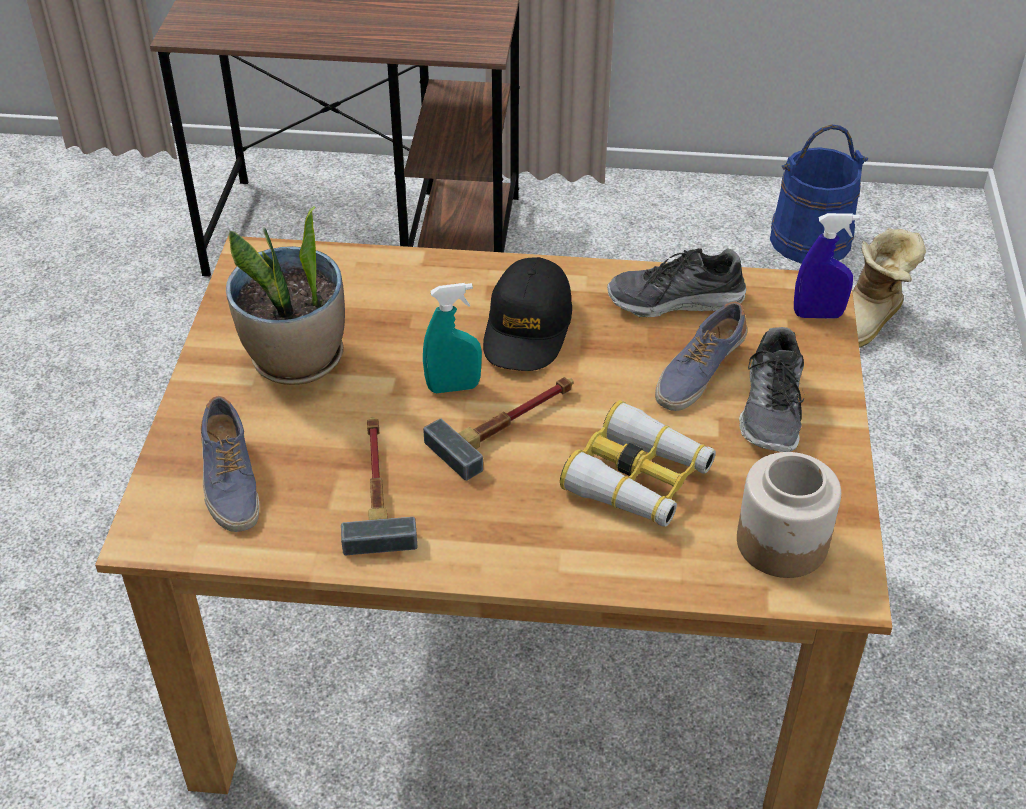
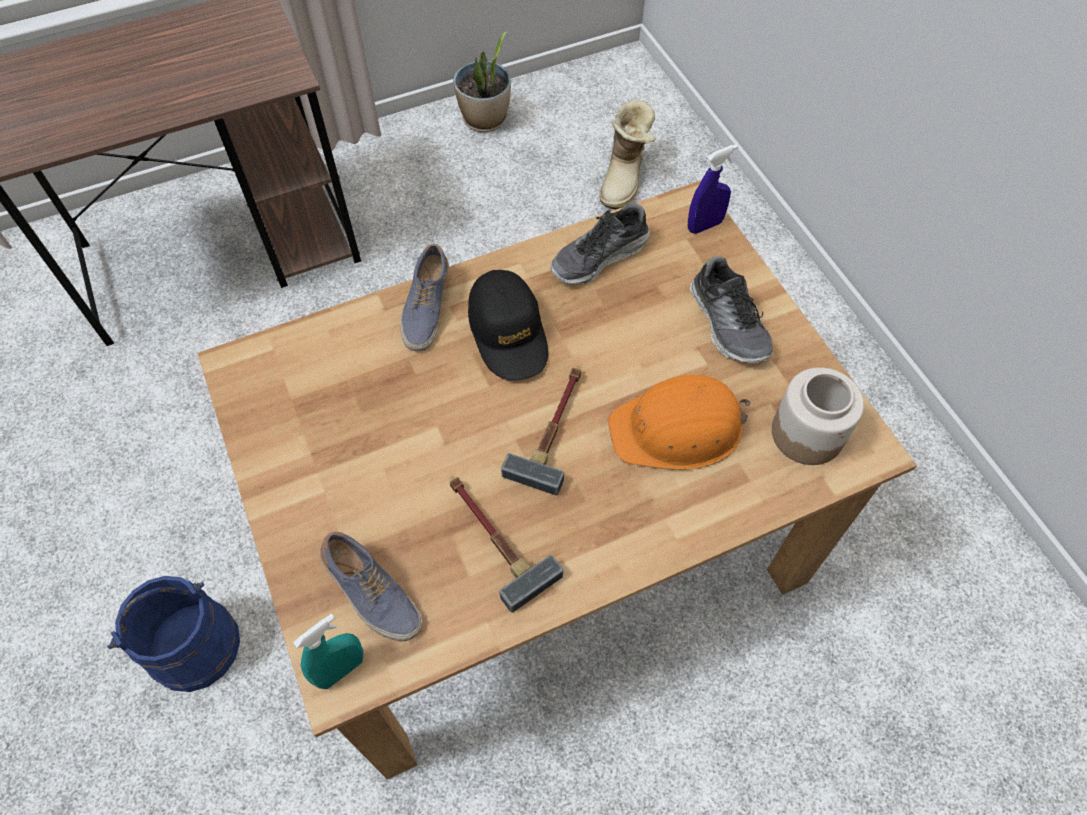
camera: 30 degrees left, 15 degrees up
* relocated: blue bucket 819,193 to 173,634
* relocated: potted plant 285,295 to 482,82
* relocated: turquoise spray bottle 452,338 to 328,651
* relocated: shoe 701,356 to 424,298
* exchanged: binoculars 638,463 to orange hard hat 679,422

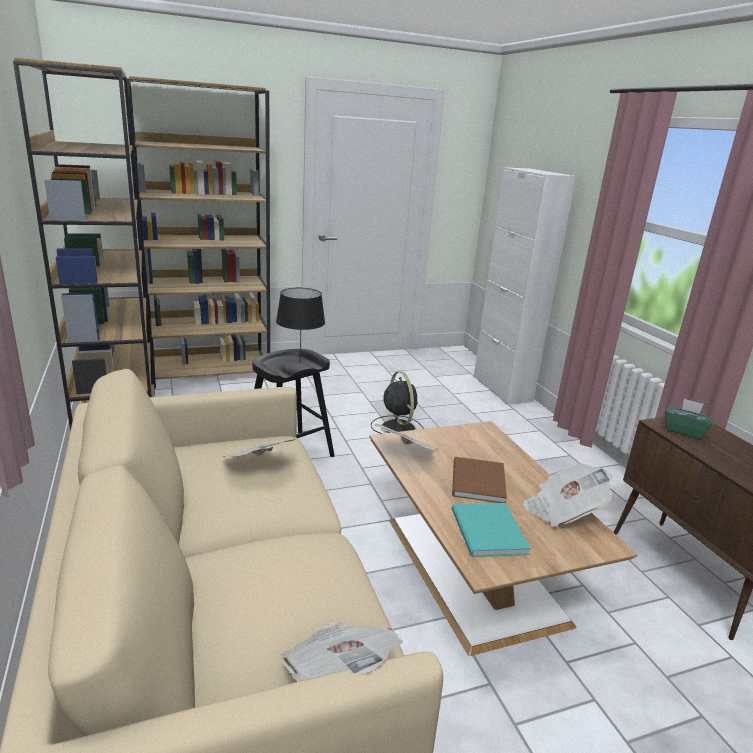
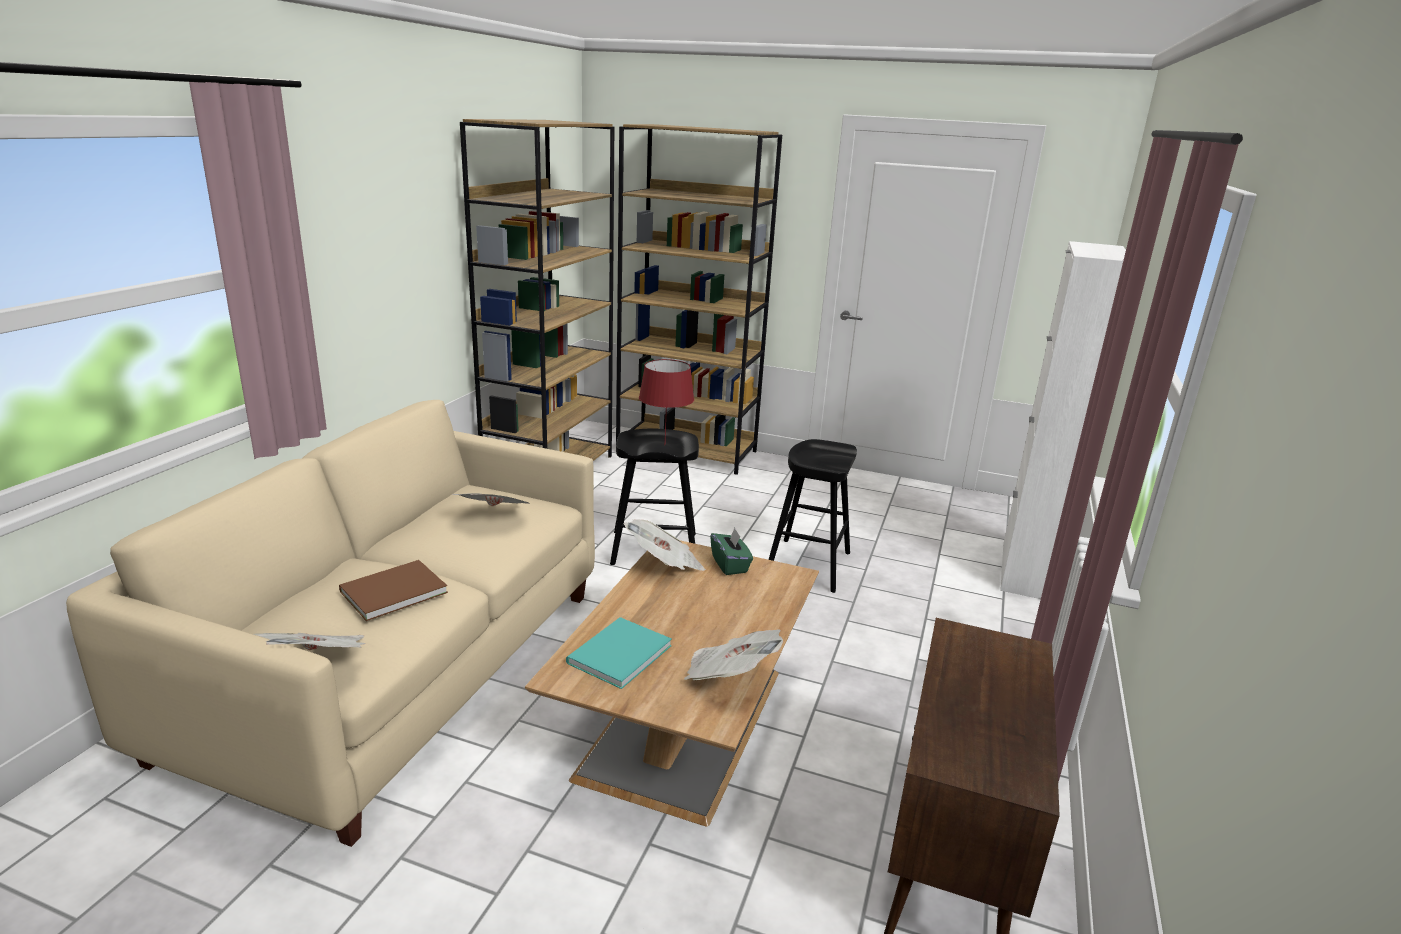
camera: 40 degrees right, 0 degrees up
* colour: black table lamp 300,322 to red table lamp 666,399
* exchanged: black fan 397,402 to black stool 812,516
* relocated: green tissue box 689,419 to 731,551
* relocated: brown book 479,480 to 393,590

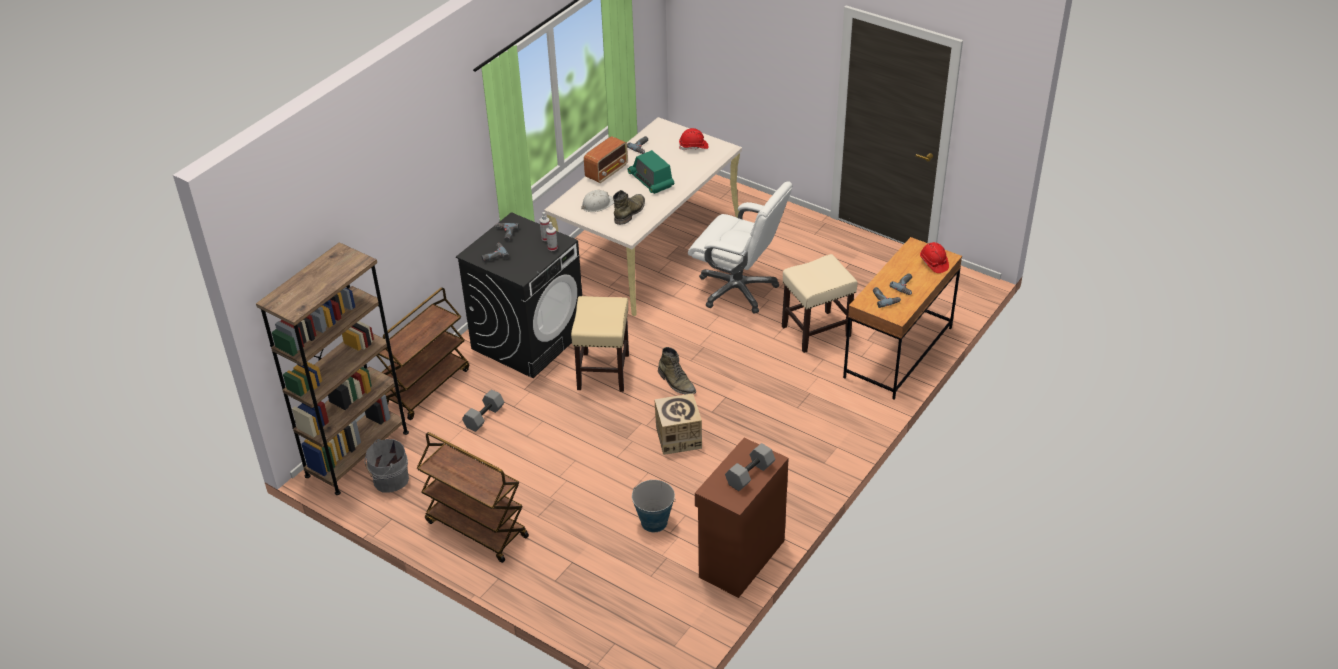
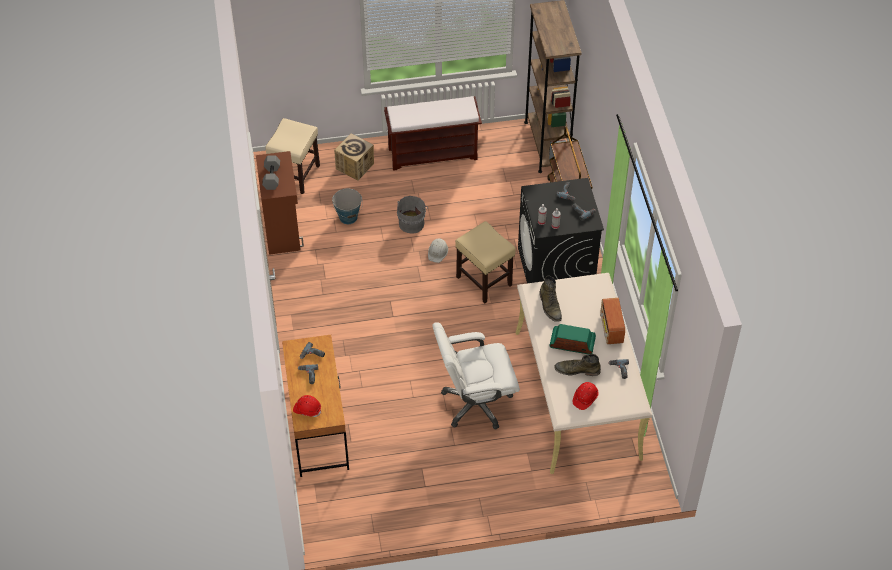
camera: 135 degrees right, 10 degrees up
* relocated: white hard hat 597,201 to 438,250
* relocated: beige stool 820,303 to 292,156
* relocated: green boot 677,371 to 577,365
* missing: grey dumbbell 483,410
* relocated: cardboard box 678,424 to 354,157
* exchanged: brown cart 473,497 to brown bench 433,133
* relocated: grey bucket 386,466 to 412,215

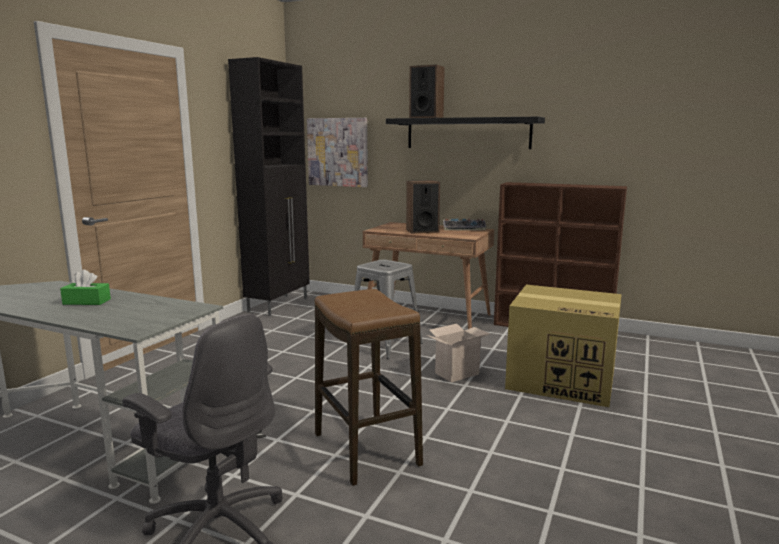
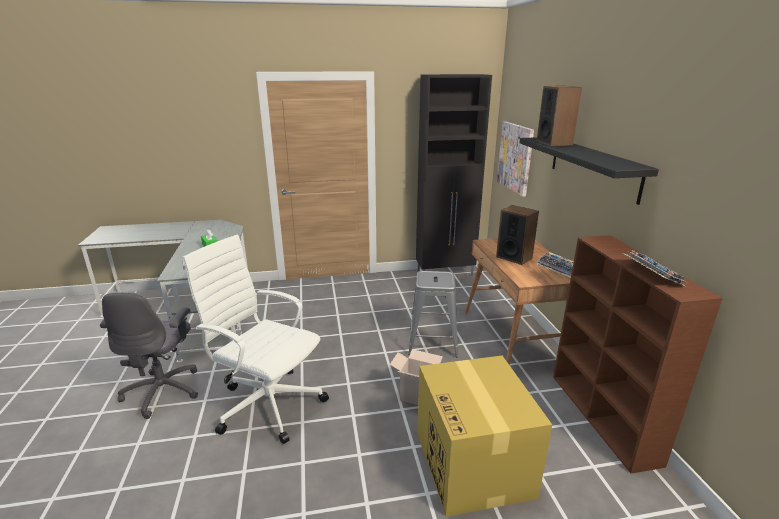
camera: 55 degrees right, 10 degrees up
* exchanged: stool 369,387 to white office chair 255,339
* appeared: keyboard 653,268

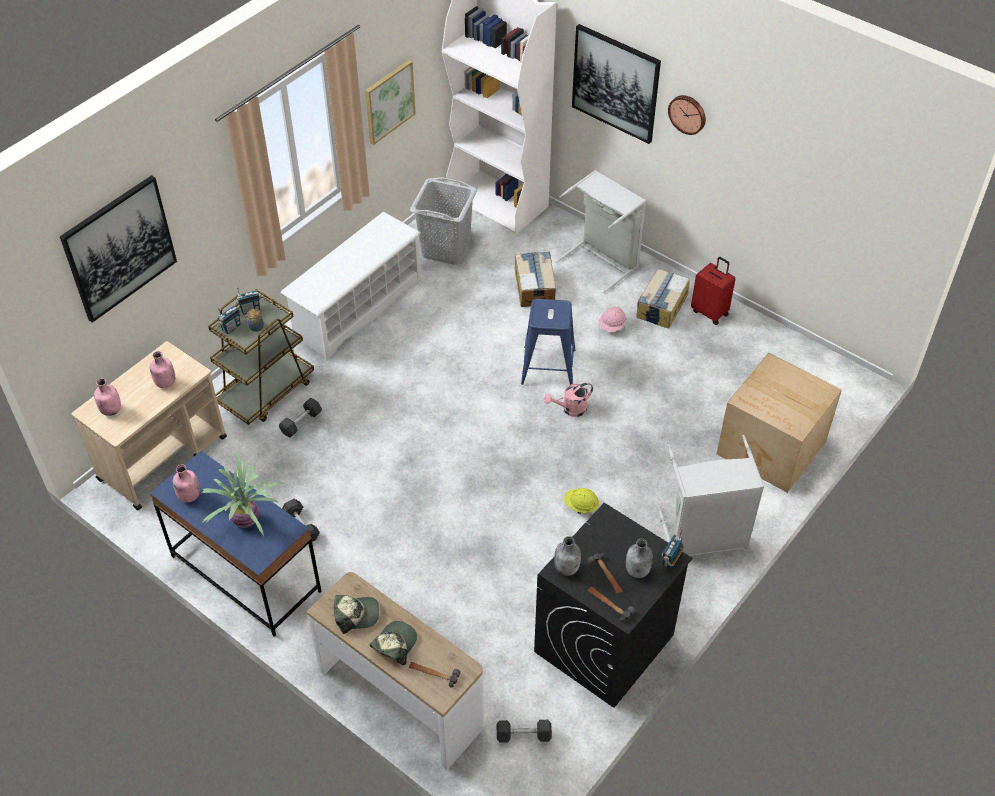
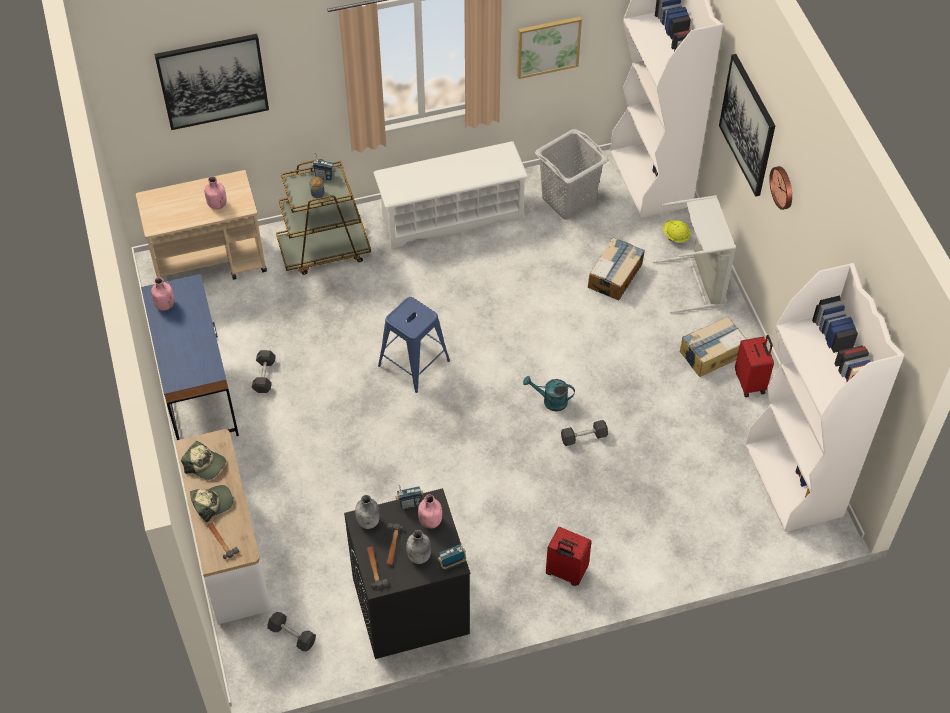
camera: 35 degrees right, 5 degrees up
* relocated: blue stool 548,342 to 414,345
* relocated: radio 229,320 to 409,497
* missing: pink hard hat 612,319
* missing: cardboard box 779,423
* relocated: pink bottle 107,397 to 430,512
* colour: pink watering can 568,399 to turquoise watering can 549,393
* relocated: grey dumbbell 300,417 to 584,433
* exchanged: grey laundry basket 711,496 to red suitcase 569,556
* missing: potted plant 243,495
* relocated: yellow hard hat 581,501 to 676,231
* appeared: white bookcase 825,397

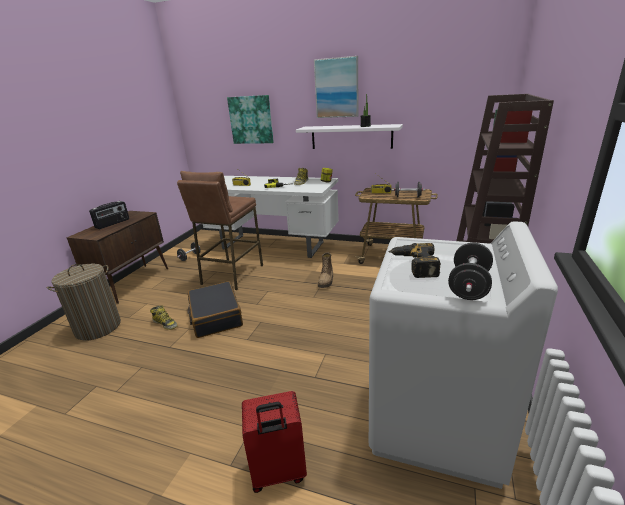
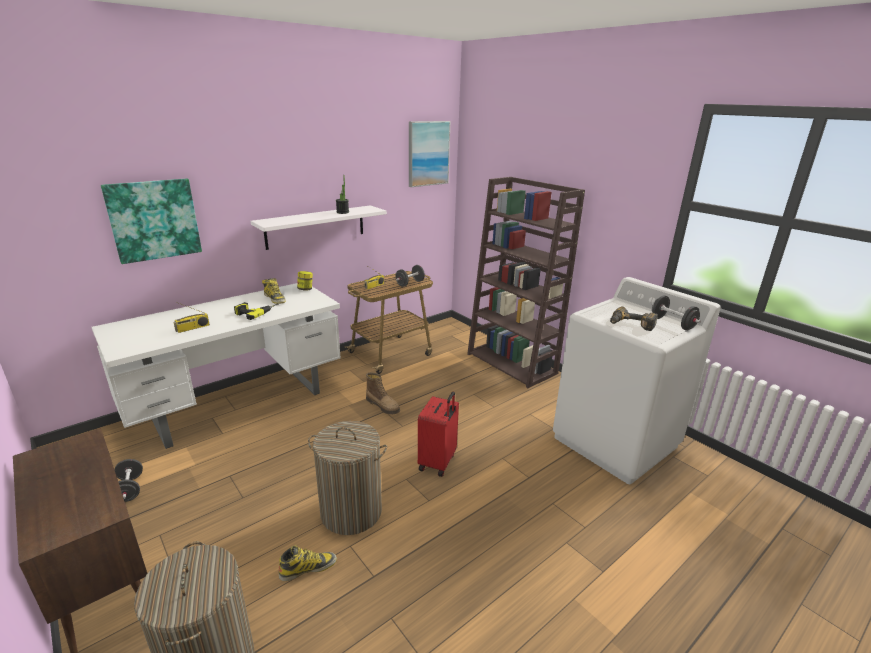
camera: 60 degrees left, 0 degrees up
* relocated: picture 336,87 to 429,154
* missing: brown stool 220,230
* missing: radio 109,215
* exchanged: black suitcase 215,309 to laundry basket 347,478
* relocated: red suitcase 274,442 to 438,434

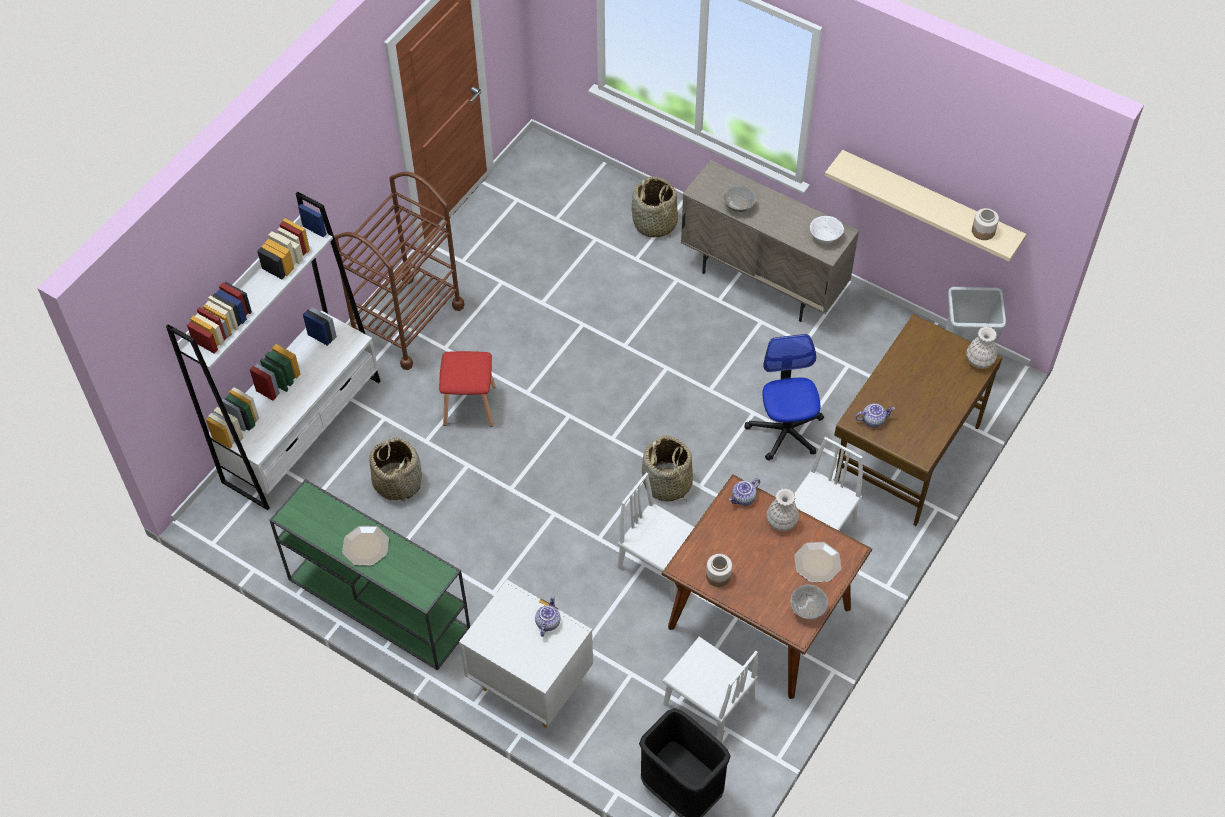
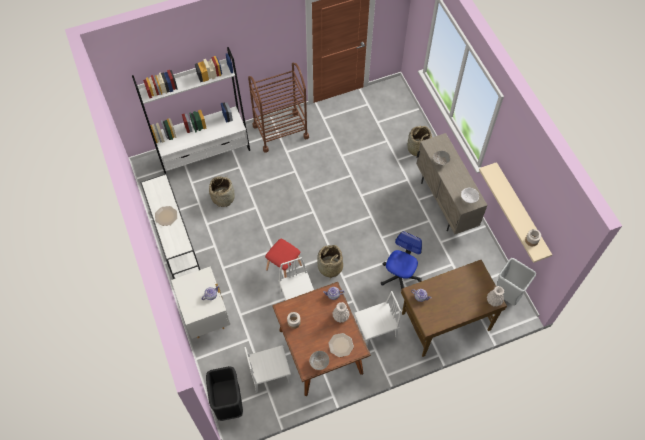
camera: 35 degrees right, 5 degrees up
* relocated: red stool 467,388 to 283,258
* colour: green console table 370,574 to white console table 170,226
* spun: white chair 710,689 = 267,369 90 degrees clockwise

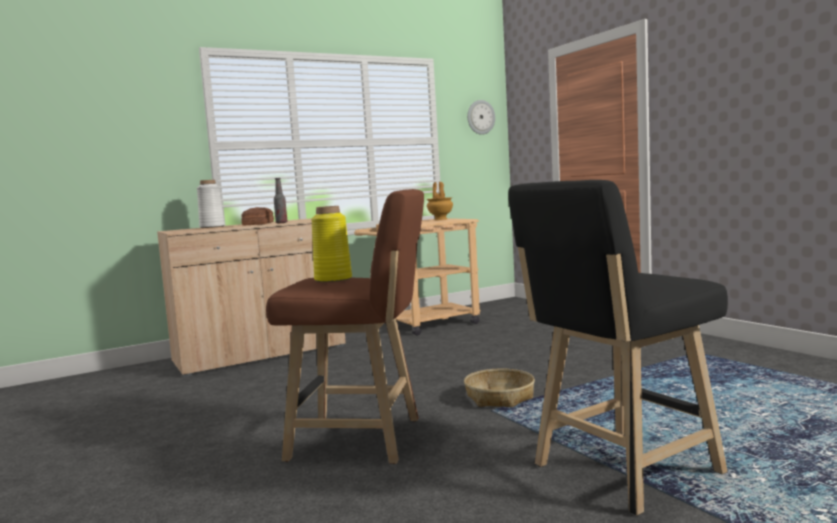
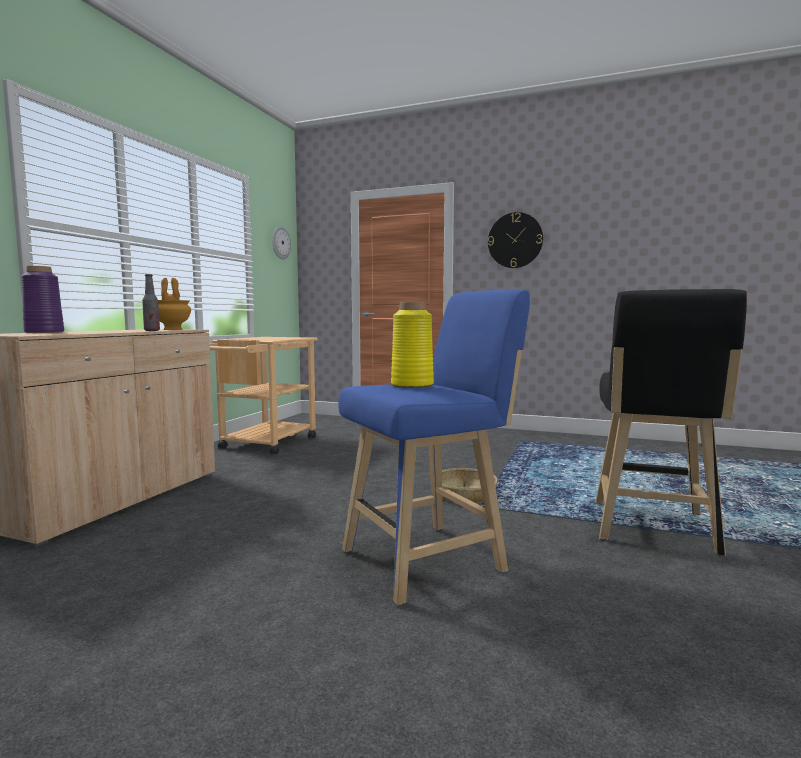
camera: 40 degrees left, 0 degrees up
* colour: white vase 211,204 to purple vase 42,299
* relocated: brown vase 440,201 to 174,304
* colour: brown stool 345,326 to blue stool 434,447
* missing: bread 257,216
* appeared: wall clock 515,240

